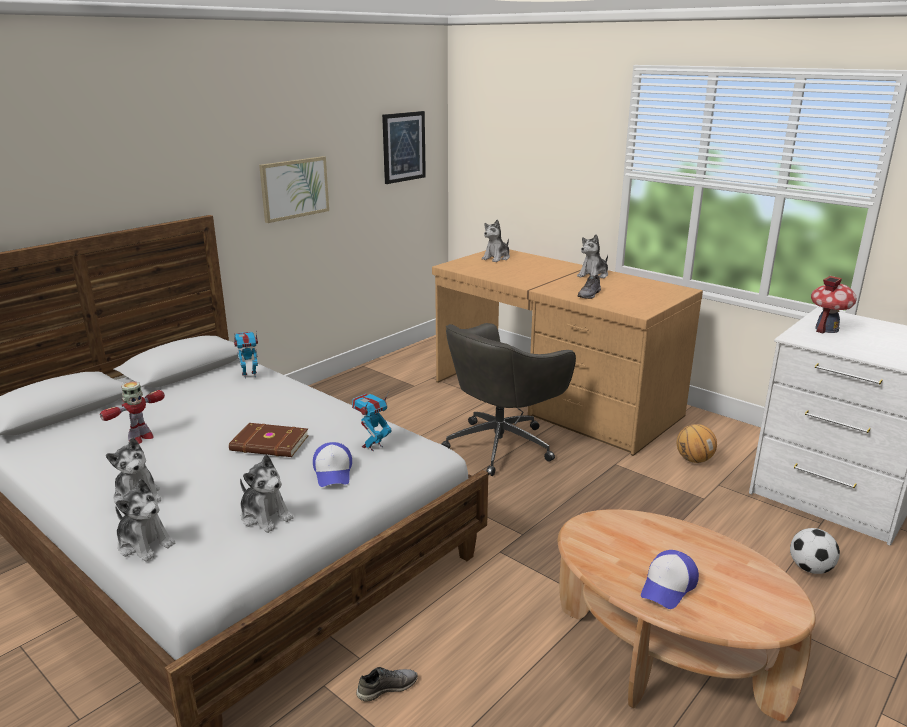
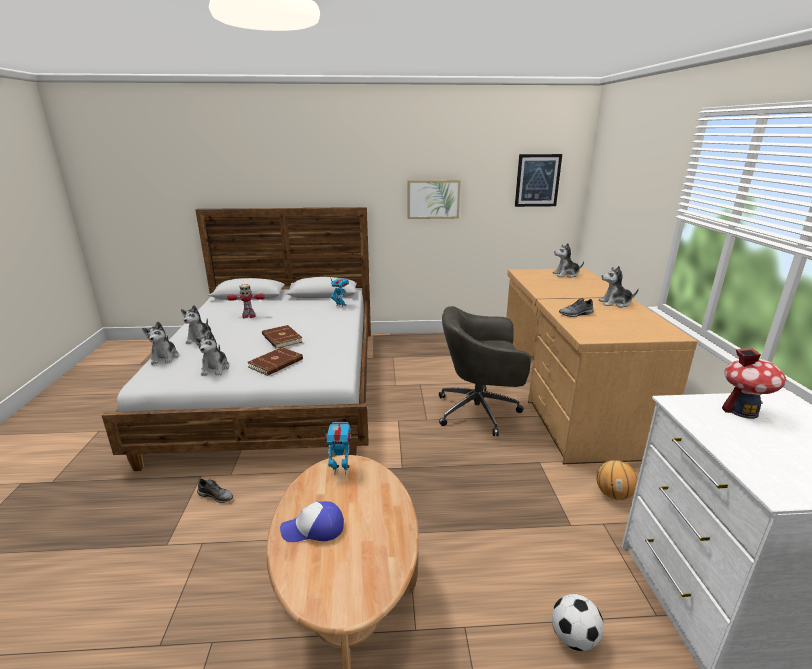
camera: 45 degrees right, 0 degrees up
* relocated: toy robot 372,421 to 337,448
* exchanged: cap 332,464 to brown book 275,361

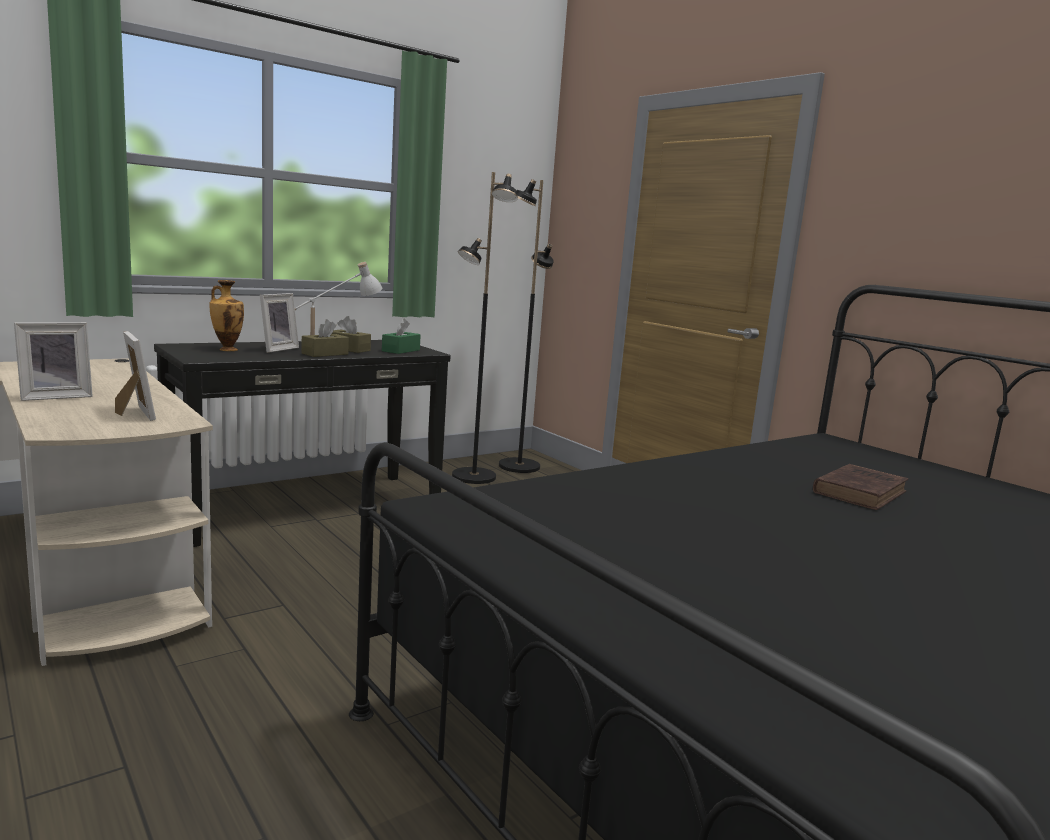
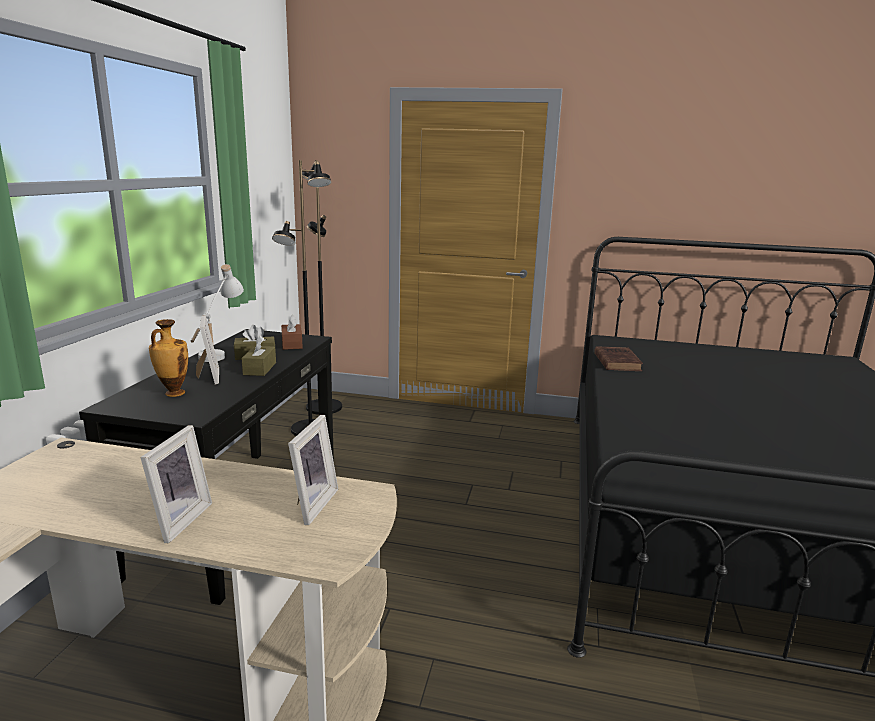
camera: 40 degrees left, 5 degrees up
* colour: green tissue box 401,336 to brown tissue box 292,332
* spun: picture frame 135,376 = 313,470 90 degrees clockwise
* relocated: brown book 860,487 to 618,358

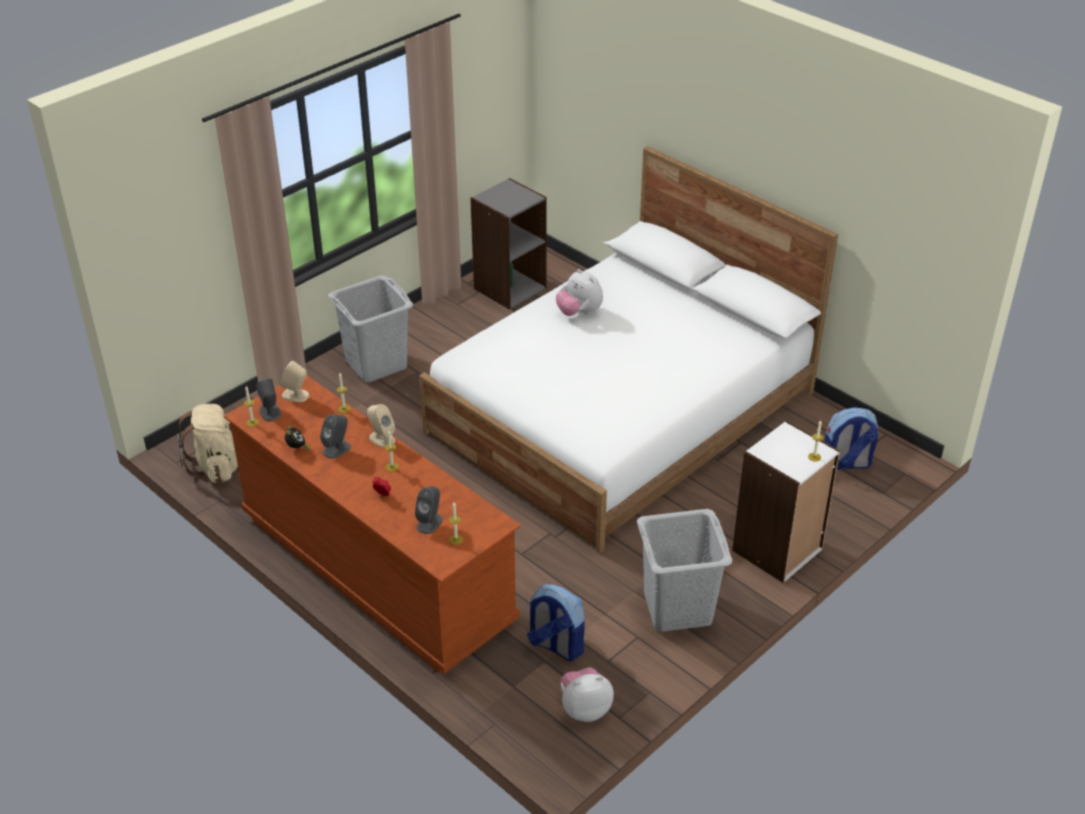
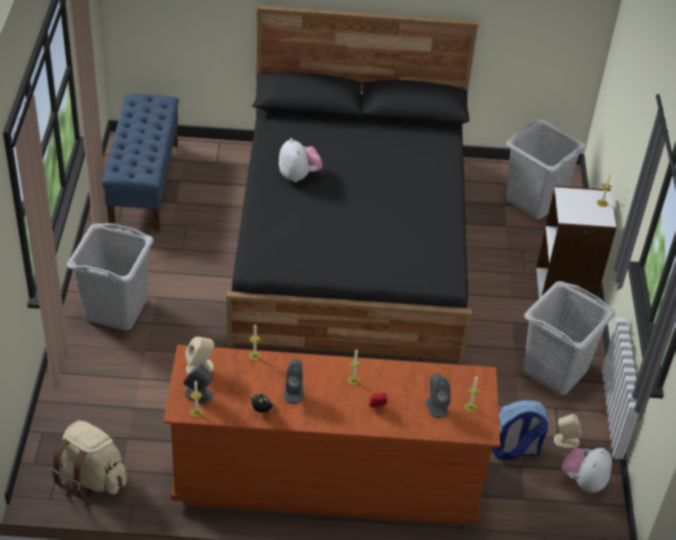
camera: 45 degrees left, 5 degrees up
* colour: white bed 628,349 to black bed 352,184
* exchanged: grey bookcase 508,243 to blue bench 140,163
* spun: plush toy 579,292 = 300,160 120 degrees counterclockwise
* relocated: beige speaker 381,426 to 568,431
* exchanged: backpack 851,438 to grey laundry basket 546,169

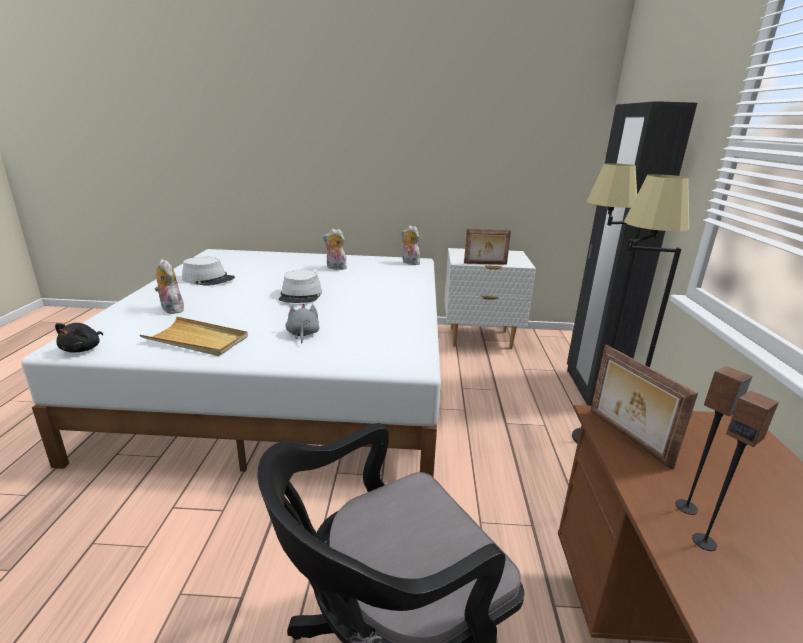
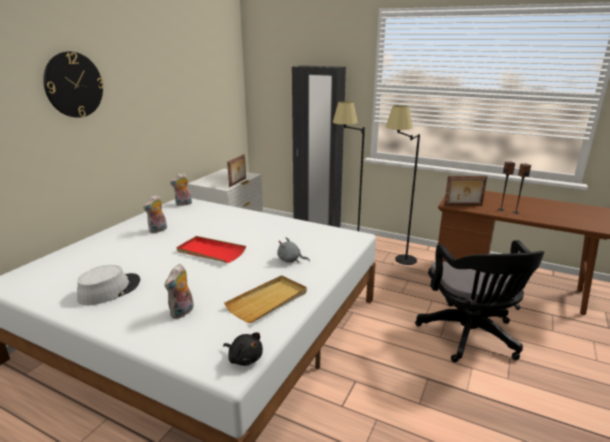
camera: 65 degrees left, 0 degrees up
* spun: plush toy 169,286 = 179,291 45 degrees counterclockwise
* exchanged: grey hat 300,286 to red tray 211,249
* appeared: wall clock 73,85

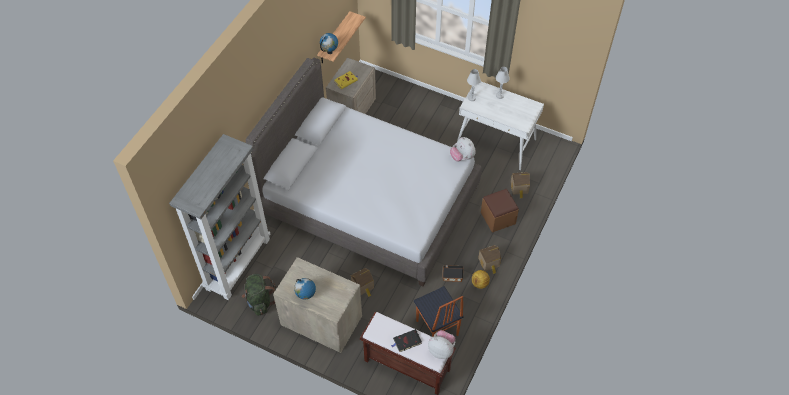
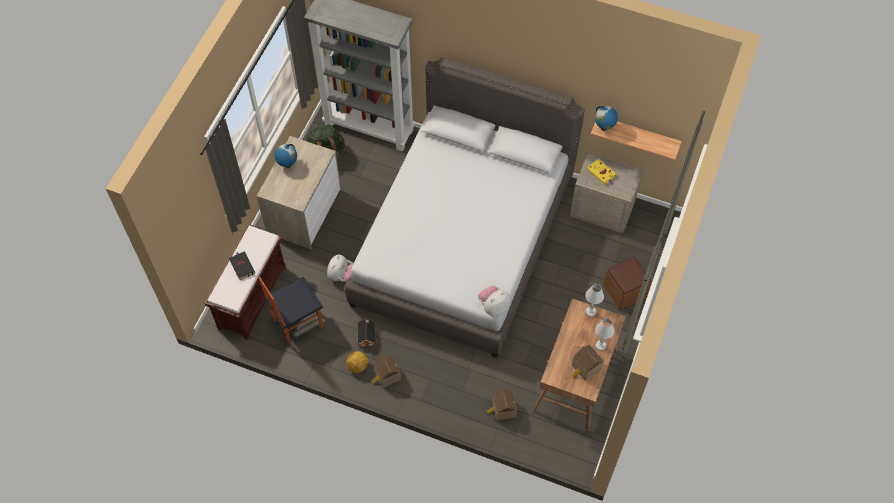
camera: 85 degrees right, 5 degrees up
* colour: white desk 500,126 to brown desk 579,364
* relocated: brown ottoman 500,210 to 627,283
* relocated: toy house 362,282 to 588,363
* relocated: plush toy 441,344 to 340,268

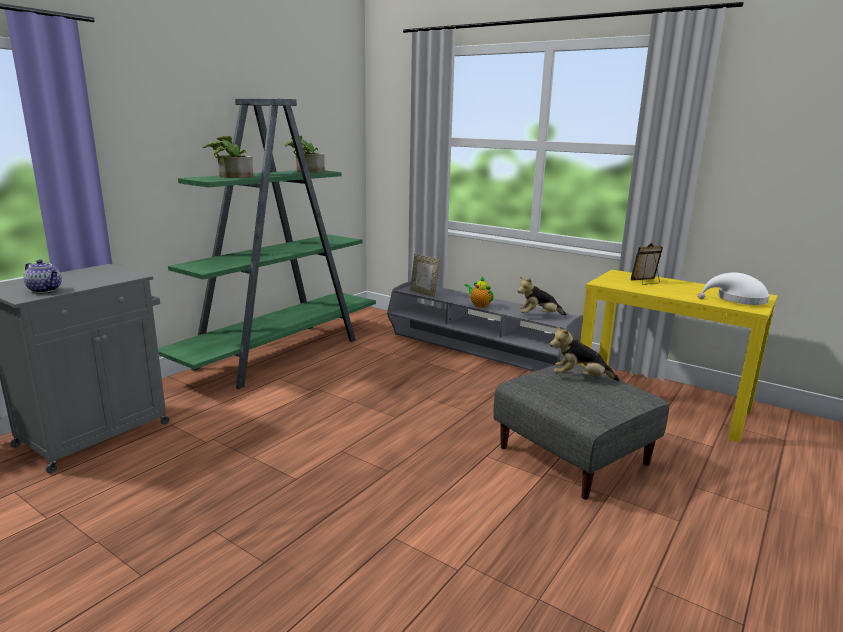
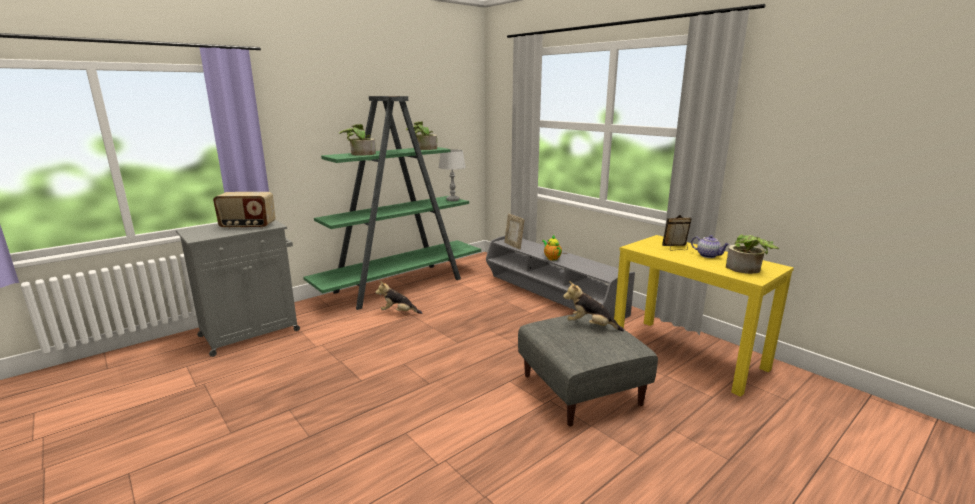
camera: 15 degrees right, 0 degrees up
* relocated: teapot 42,276 to 710,246
* exchanged: white hat 734,289 to potted plant 752,254
* relocated: plush toy 542,296 to 399,297
* appeared: grey table lamp 452,175
* appeared: radio 244,210

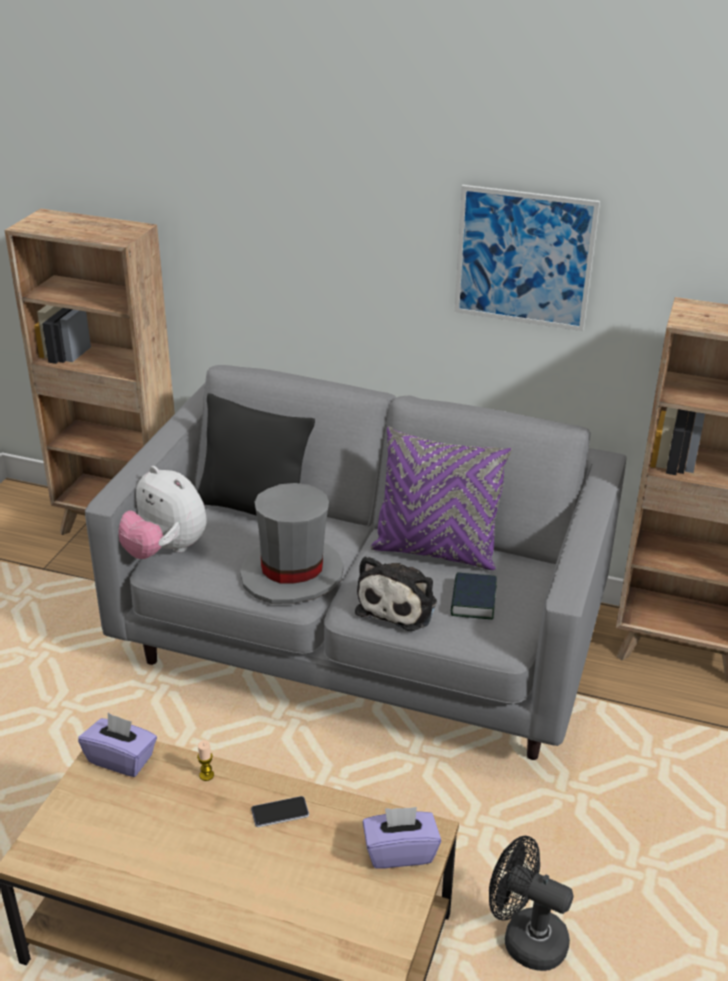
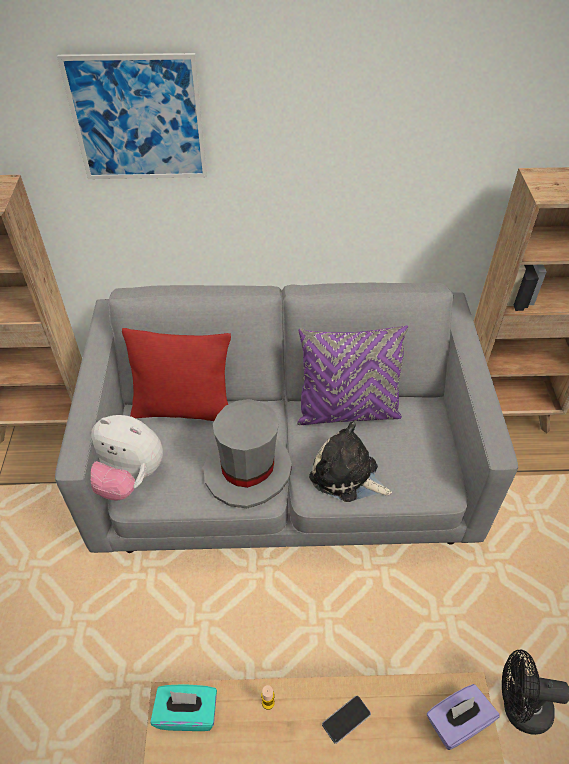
camera: 20 degrees left, 15 degrees up
* relocated: picture 527,258 to 132,116
* colour: black pillow 256,454 to red pillow 176,374
* spun: plush toy 396,593 = 350,461 120 degrees clockwise
* missing: book 474,595
* colour: purple tissue box 117,745 to turquoise tissue box 184,708

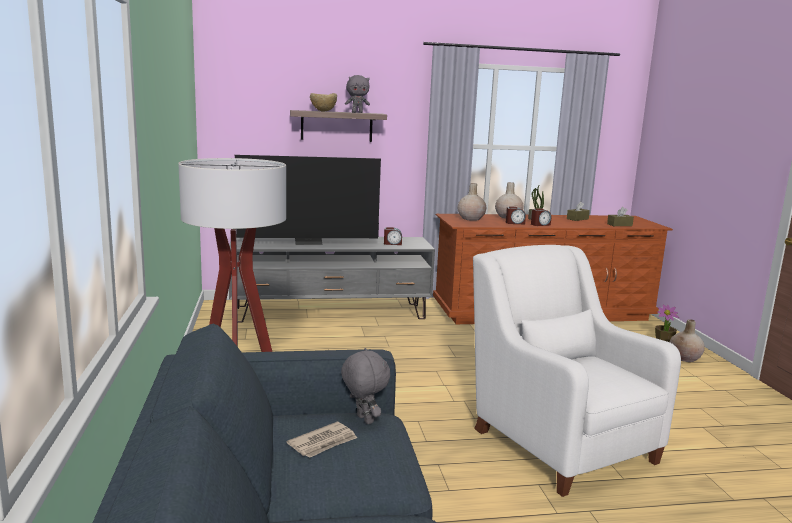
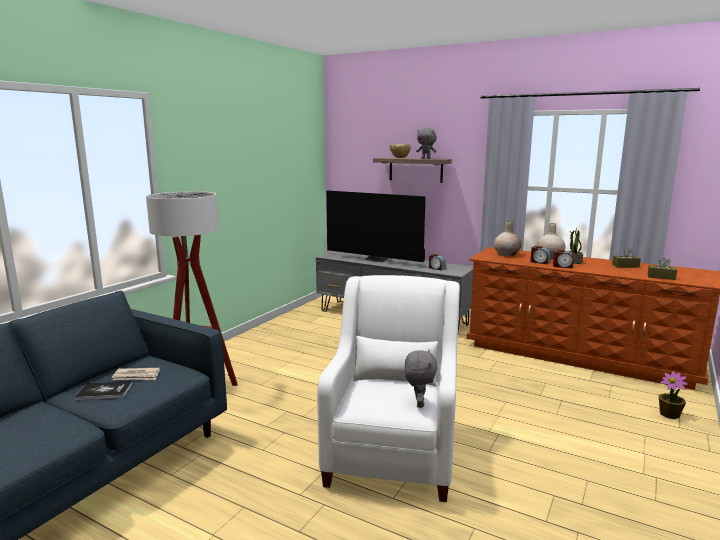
camera: 40 degrees right, 0 degrees up
* missing: beige vase 687,340
* relocated: grey plush toy 365,386 to 421,378
* appeared: book 104,390

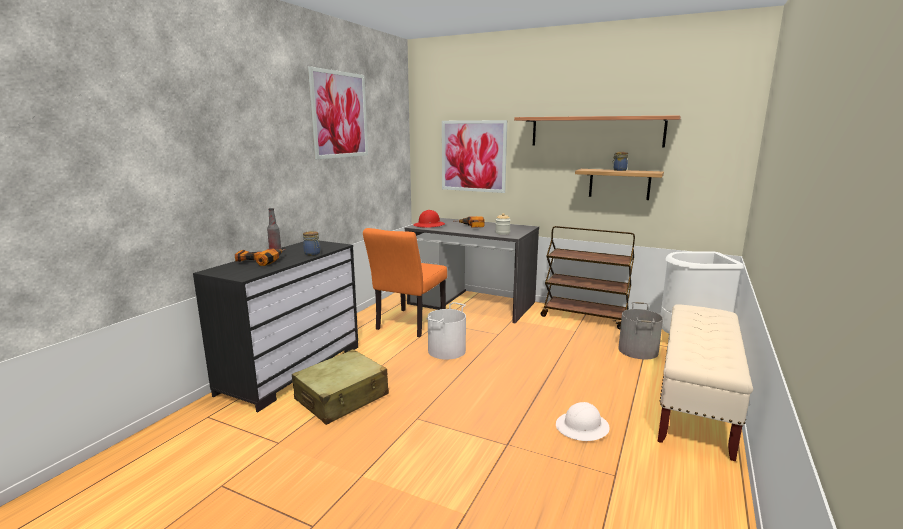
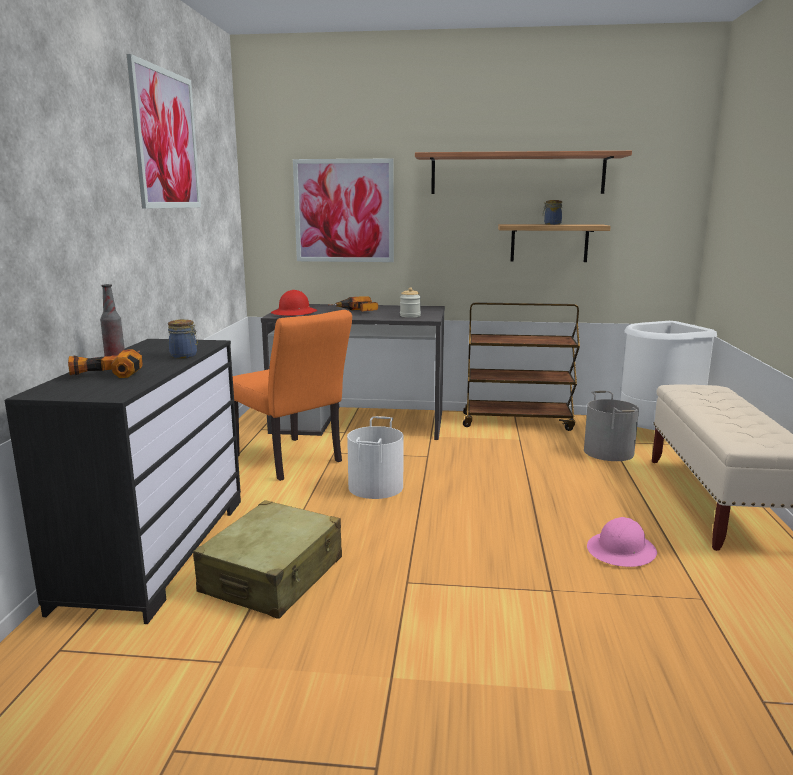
camera: 20 degrees left, 0 degrees up
* spun: orange chair 405,282 = 292,395 45 degrees counterclockwise
* colour: white hard hat 583,421 to pink hard hat 622,542

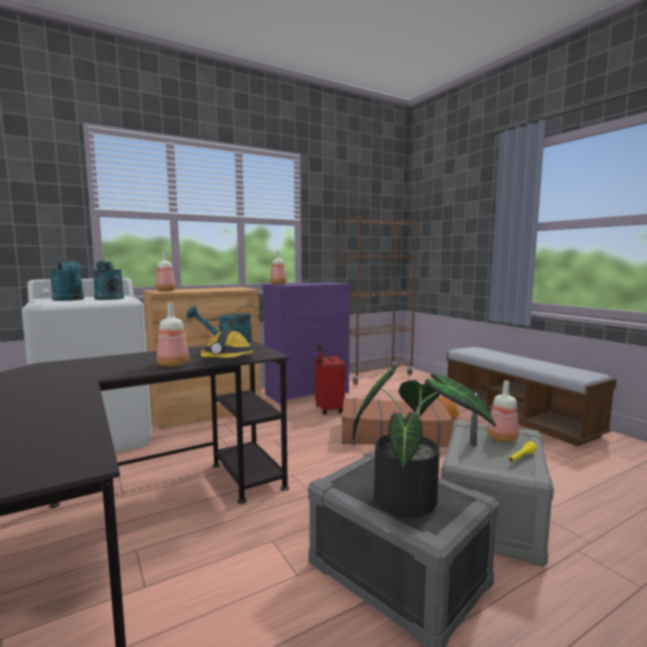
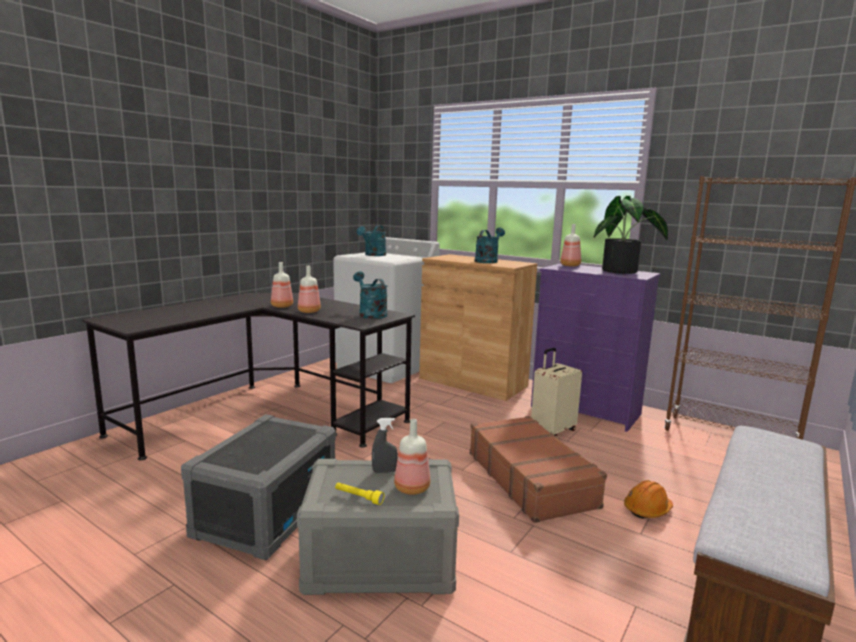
camera: 65 degrees right, 5 degrees up
* relocated: bottle 165,271 to 282,285
* relocated: turquoise watering can 108,280 to 490,245
* missing: hard hat 227,344
* colour: red suitcase 330,380 to beige suitcase 556,393
* relocated: potted plant 424,441 to 631,235

